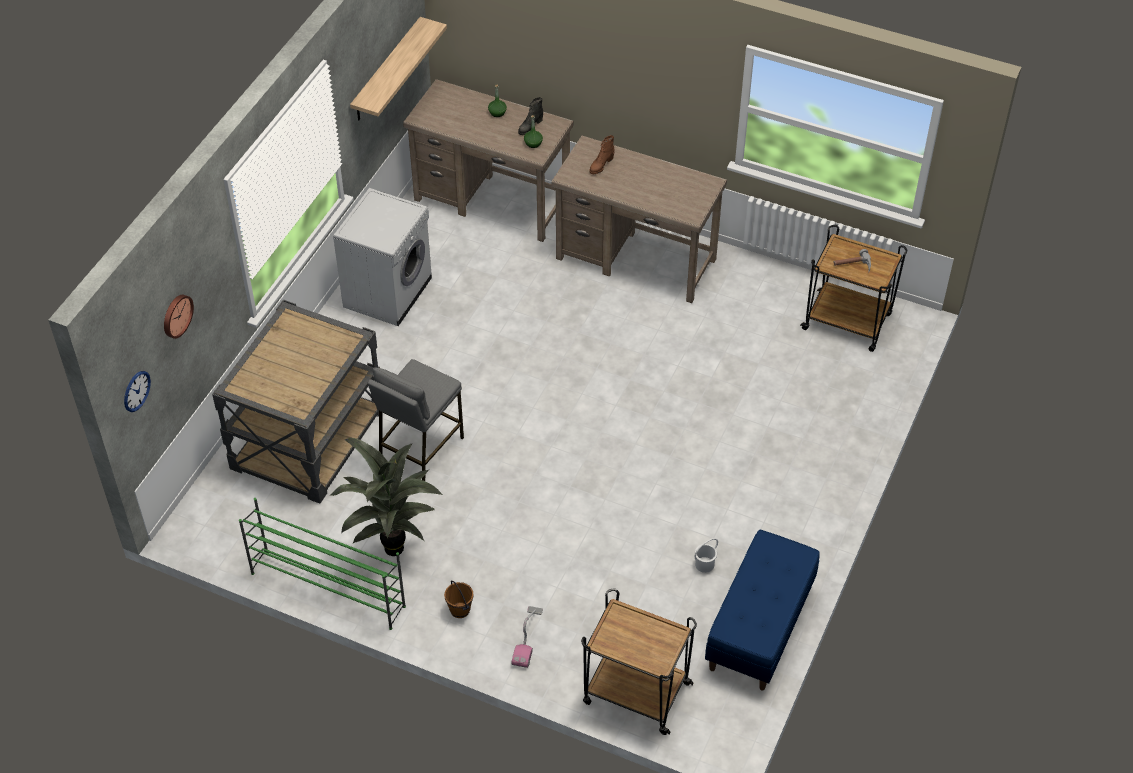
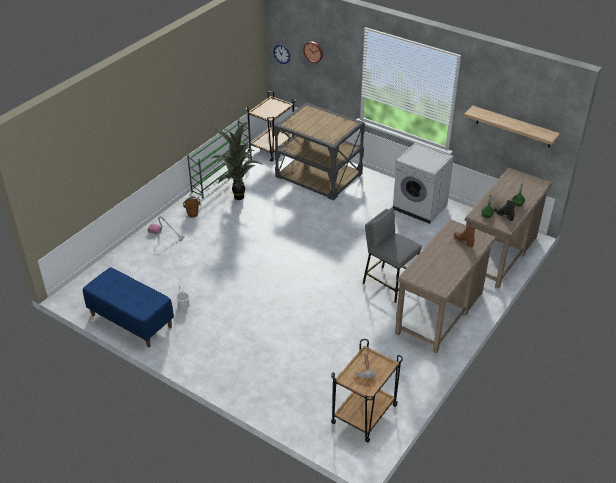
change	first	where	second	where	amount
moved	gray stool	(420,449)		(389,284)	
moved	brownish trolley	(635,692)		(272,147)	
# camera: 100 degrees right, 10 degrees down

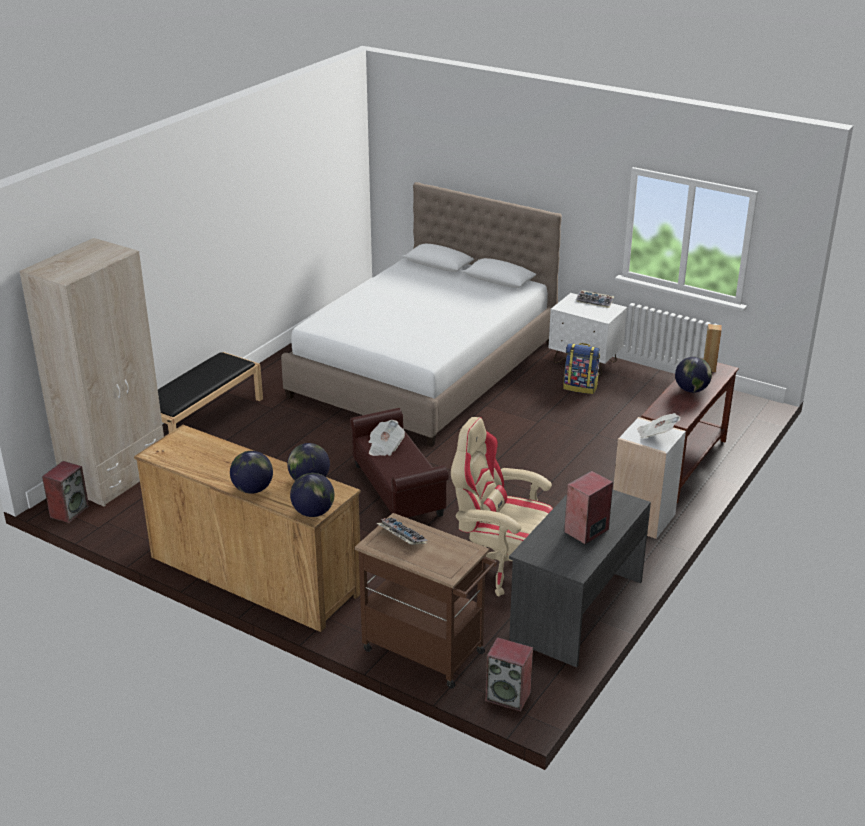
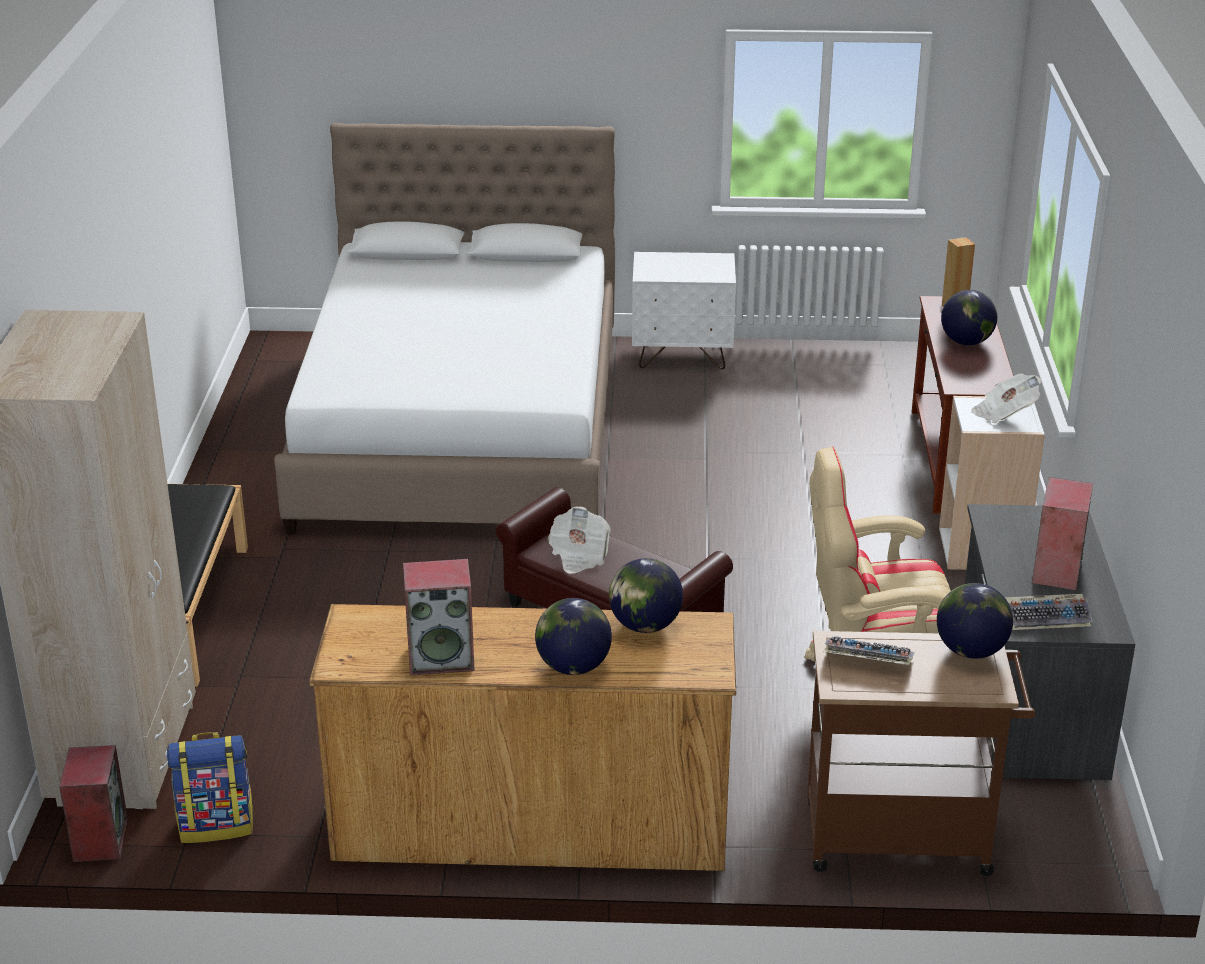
change	first	where	second	where	amount
moved	desk globe	(313,513)		(970,651)	
moved	audio speaker	(508,696)		(442,658)	
moved	backpack	(580,387)		(217,825)	
moved	PC keyboard	(595,302)		(1047,617)	
# camera: 30 degrees left, 0 degrees up

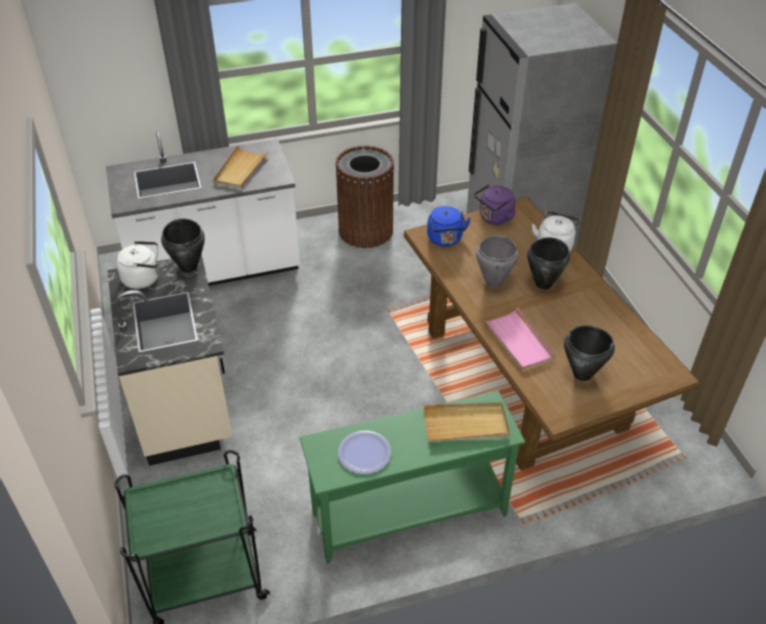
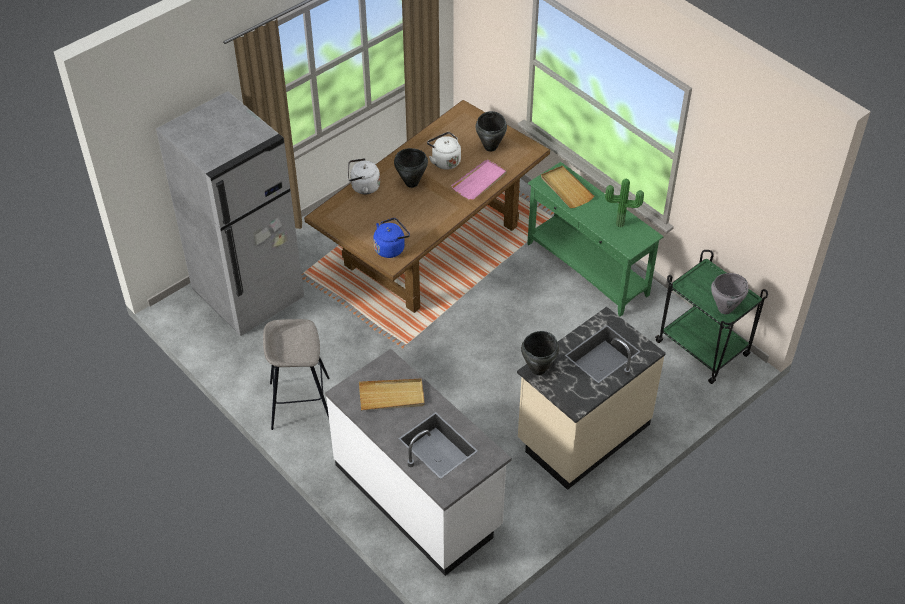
change	first	where	second	where	amount
removed	purple-coloured tea kettle	(494,218)			
moved	white tea kettle	(144,278)		(444,161)	
moved	gray saucepot	(493,282)		(725,309)	
replaced	brownish trash can	(366,231)	gray stool	(300,403)	
replaced	dinner plate	(364,453)	plant in a pot	(620,225)	
# camera: 115 degrees left, 5 degrees up

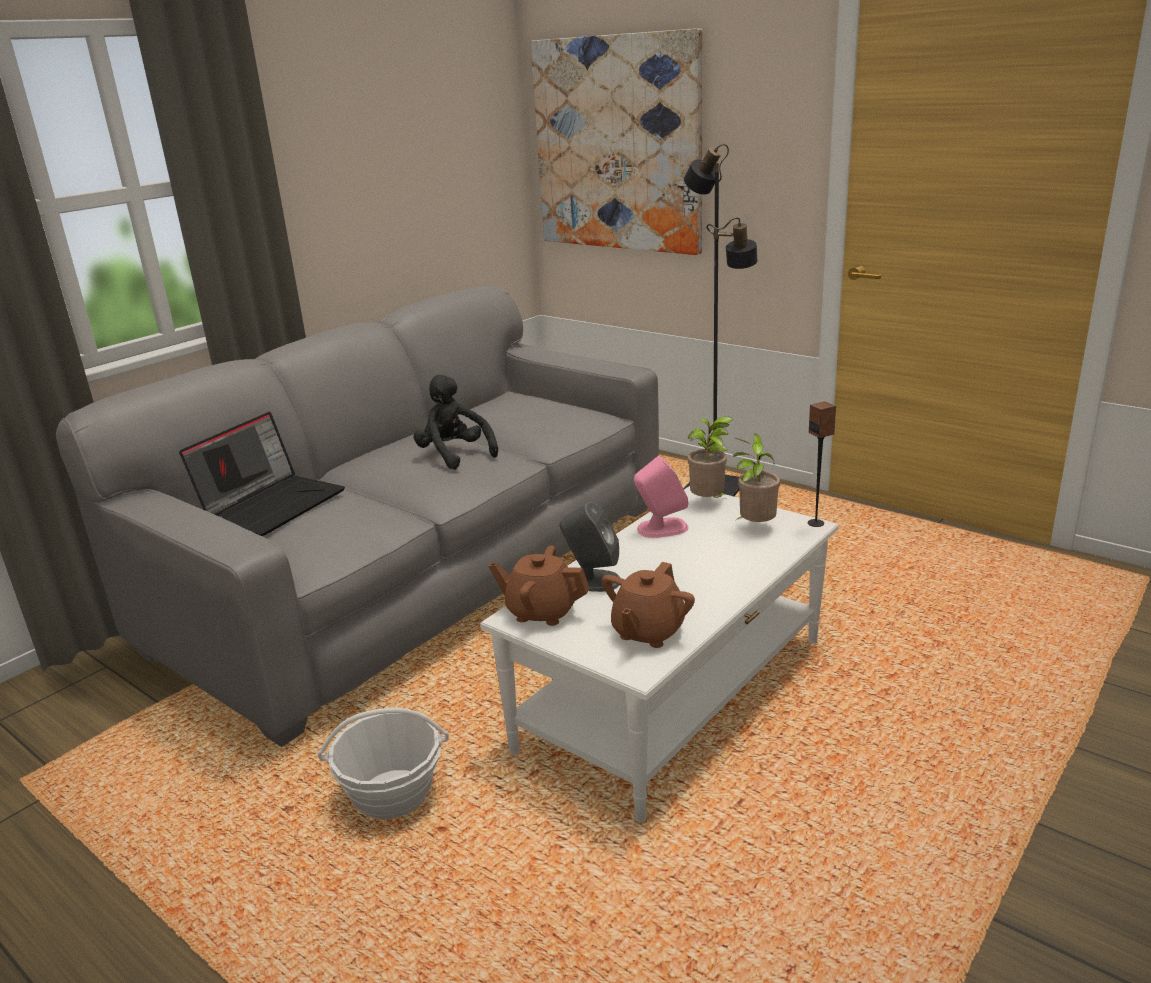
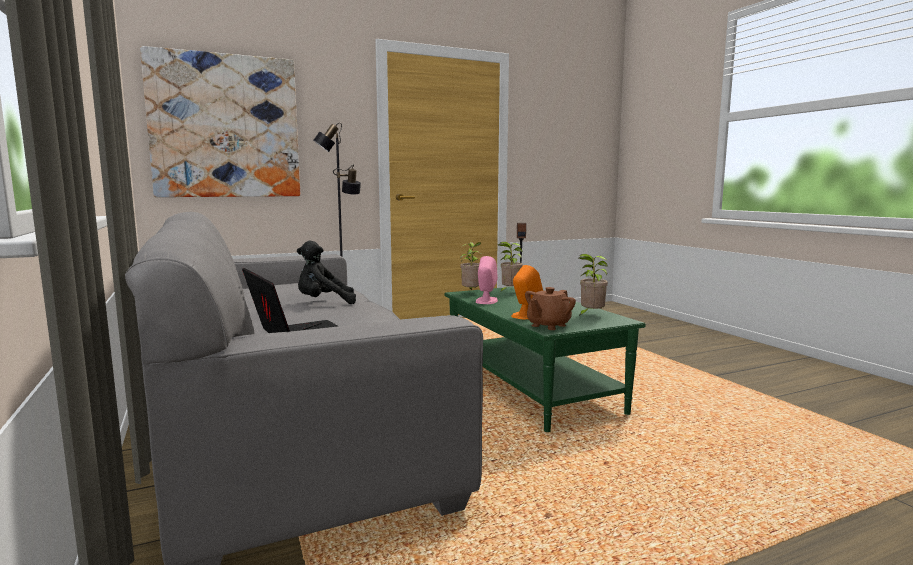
change	first	where	second	where	amount
removed	basket	(393,795)			
replaced	brownish teapot	(647,632)	plant in a pot	(590,315)	
recoloured	white low table	(675,693)	green-coloured low table	(529,387)	
recoloured	gray audio speaker	(592,580)	orange audio speaker	(526,315)	
# camera: 65 degrees left, 15 degrees down

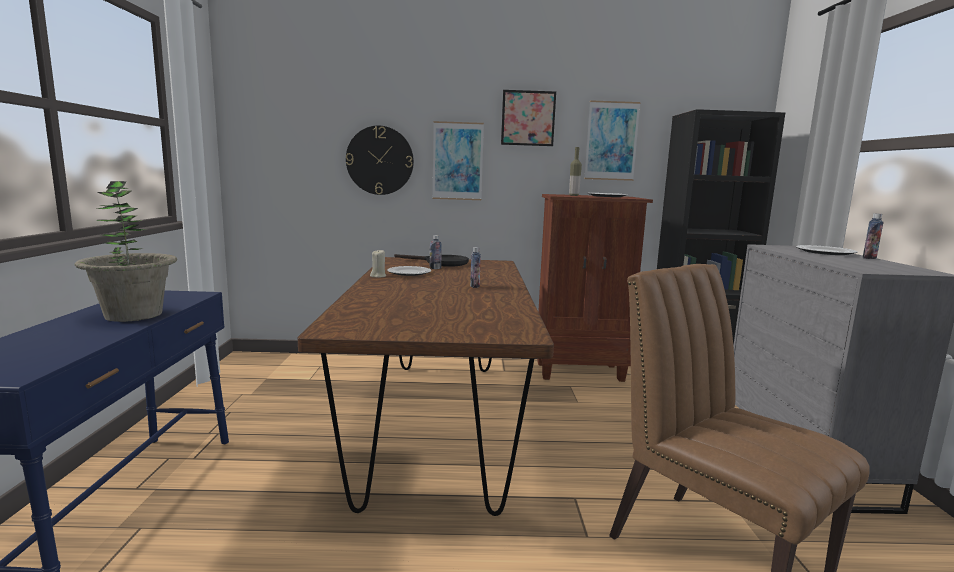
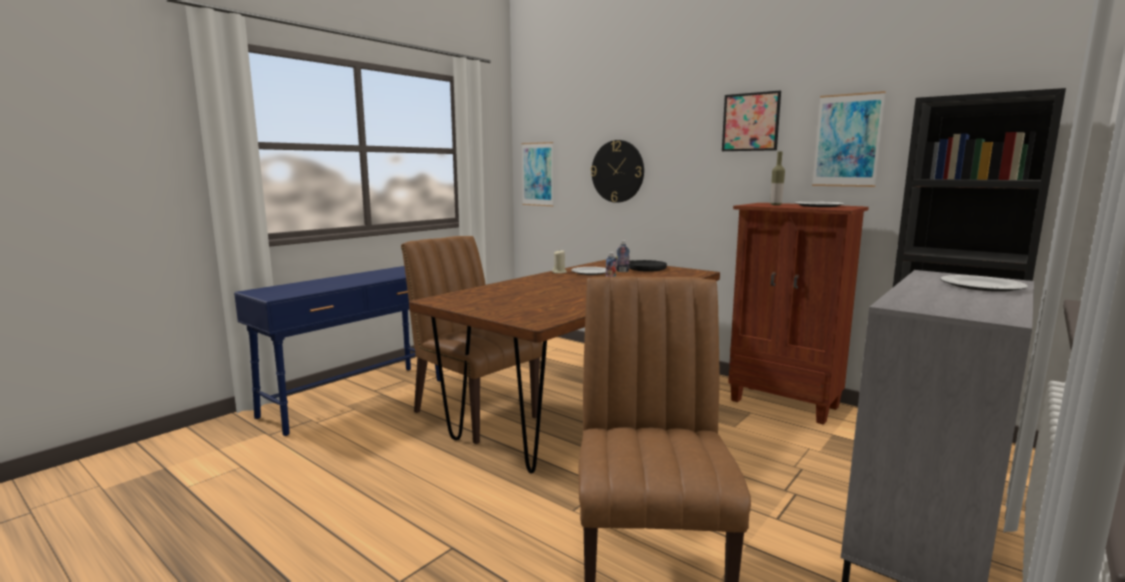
change	first	where	second	where	amount
removed	plant in a pot	(133,315)			
removed	beverage bottle	(869,258)			
added			brownish upright chair	(475,415)	
moved	wall picture	(457,161)		(537,174)	
# camera: 40 degrees right, 0 degrees up

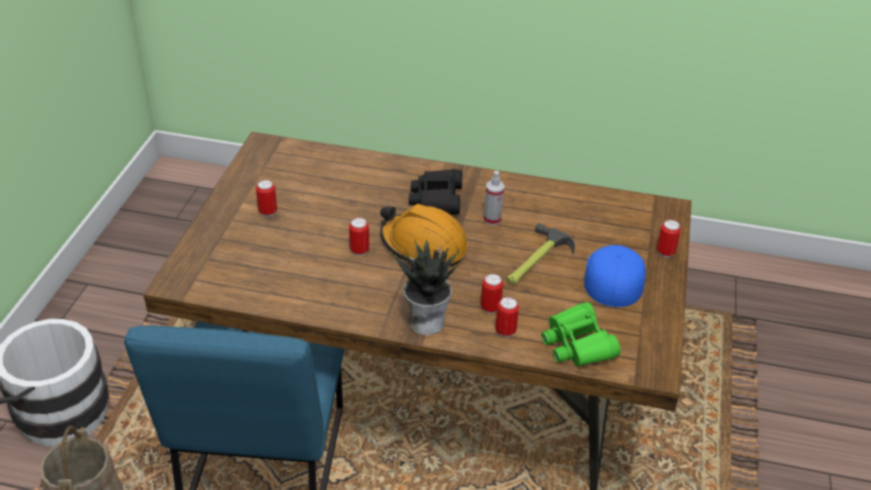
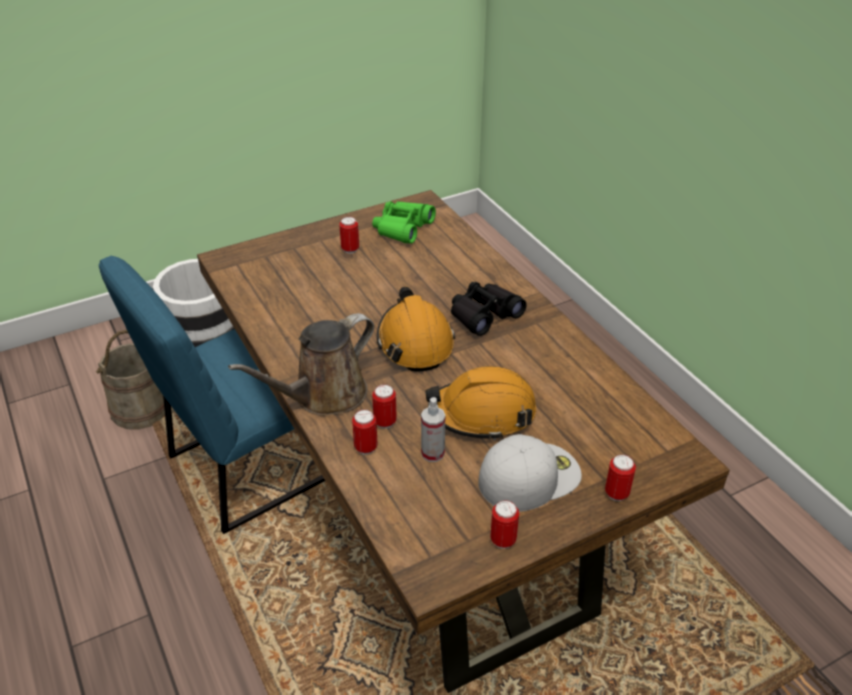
change	first	where	second	where	amount
moved	sealed can	(359,250)		(503,540)	
moved	sprayer	(492,219)		(432,453)	
moved	green-coloured field glasses	(577,344)		(403,228)	
replaced	plant in a pot	(426,321)	brownish watering can	(324,396)	
replaced	tool hammer	(535,260)	orange hard hat	(482,413)	
recoloured	blue peaked cap	(613,276)	white peaked cap	(529,476)	
# camera: 50 degrees right, 0 degrees up

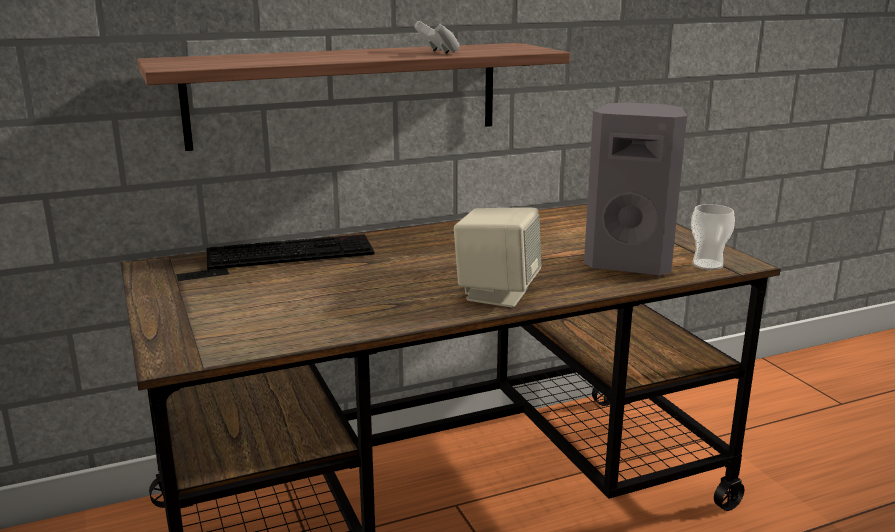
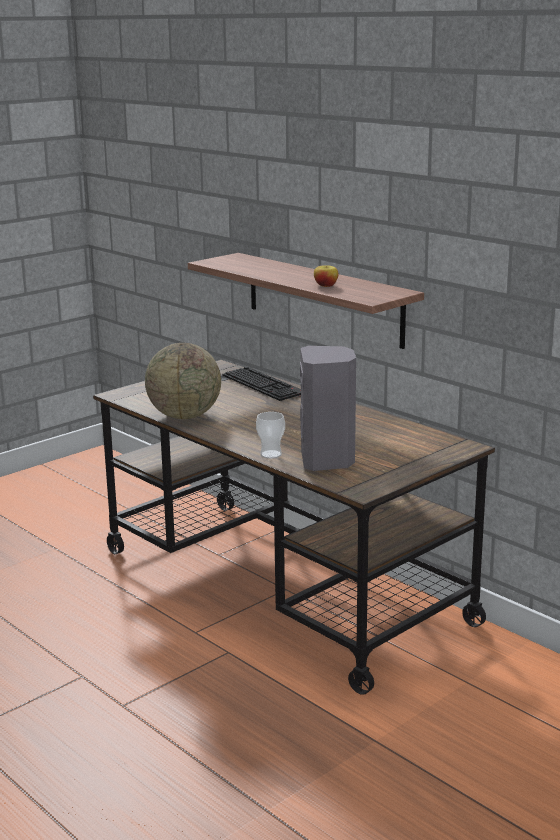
change	first	where	second	where	amount
removed	beige-coloured audio speaker	(497,293)			
added			desk globe	(184,416)	
moved	cup	(707,264)		(271,454)	
replaced	white joypad	(438,52)	apple fruit	(326,285)	
# camera: 70 degrees right, 0 degrees up

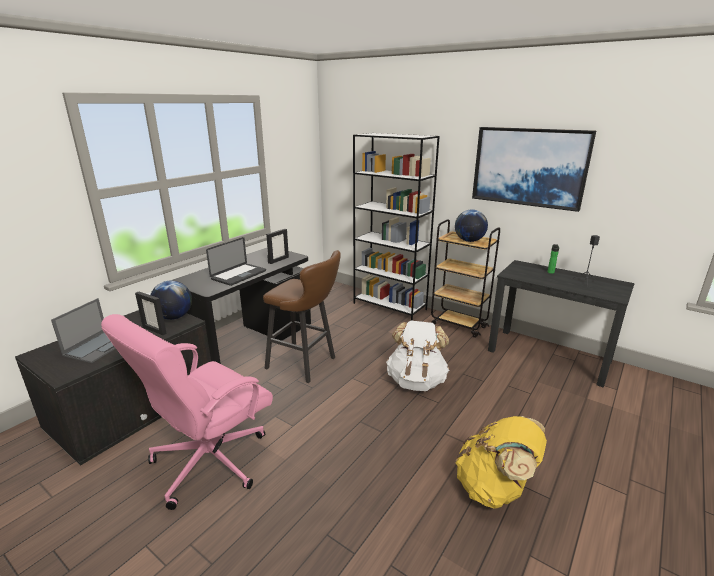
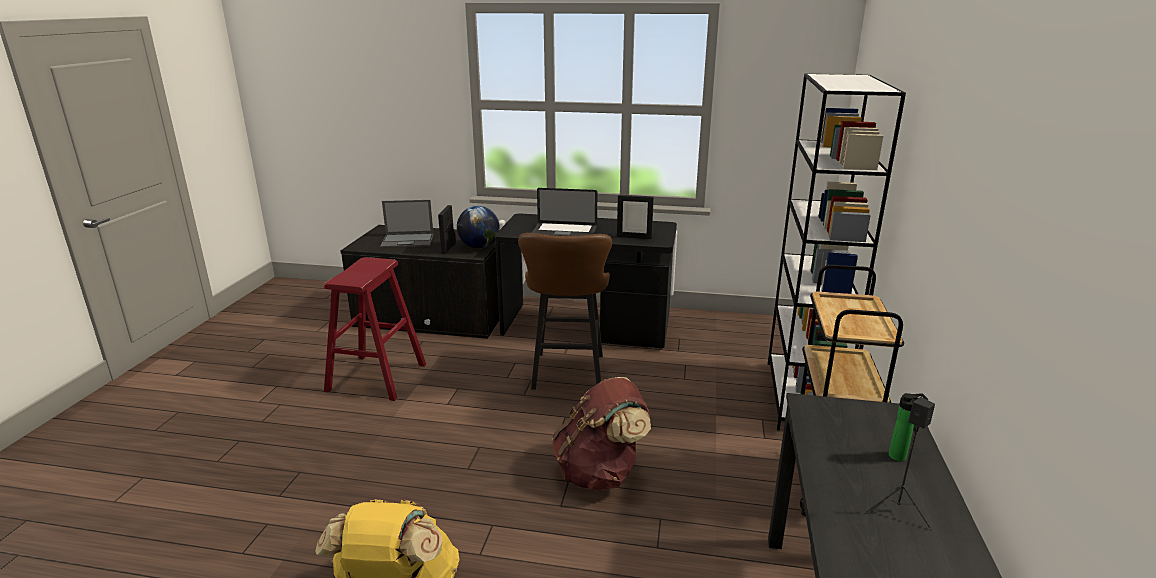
change	first	where	second	where	amount
removed	desk globe	(469,241)			
removed	wall picture	(529,167)			
replaced	pink office chair	(210,460)	reddish stool	(376,377)	
recoloured	white backpack	(416,381)	brownish backpack	(600,473)	
# camera: 65 degrees right, 0 degrees up

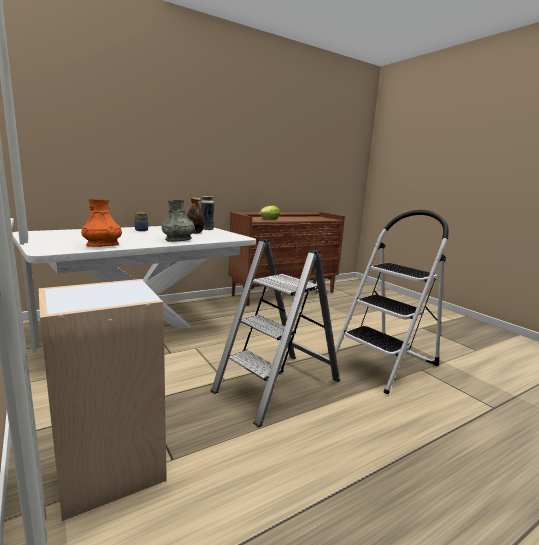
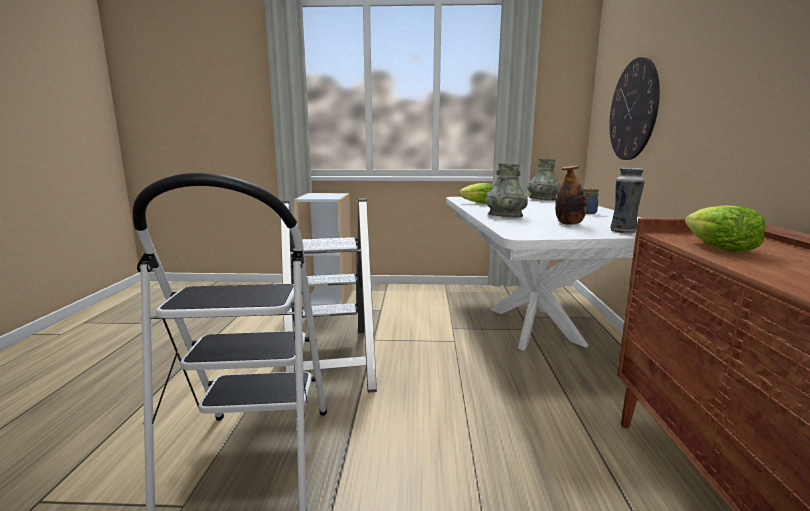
change	first	where	second	where	amount
added			gray decorative vase	(542,199)	
added			wall clock	(633,110)	
replaced	orange decorative vase	(103,245)	lettuce	(478,203)	
# camera: 125 degrees right, 0 degrees up

